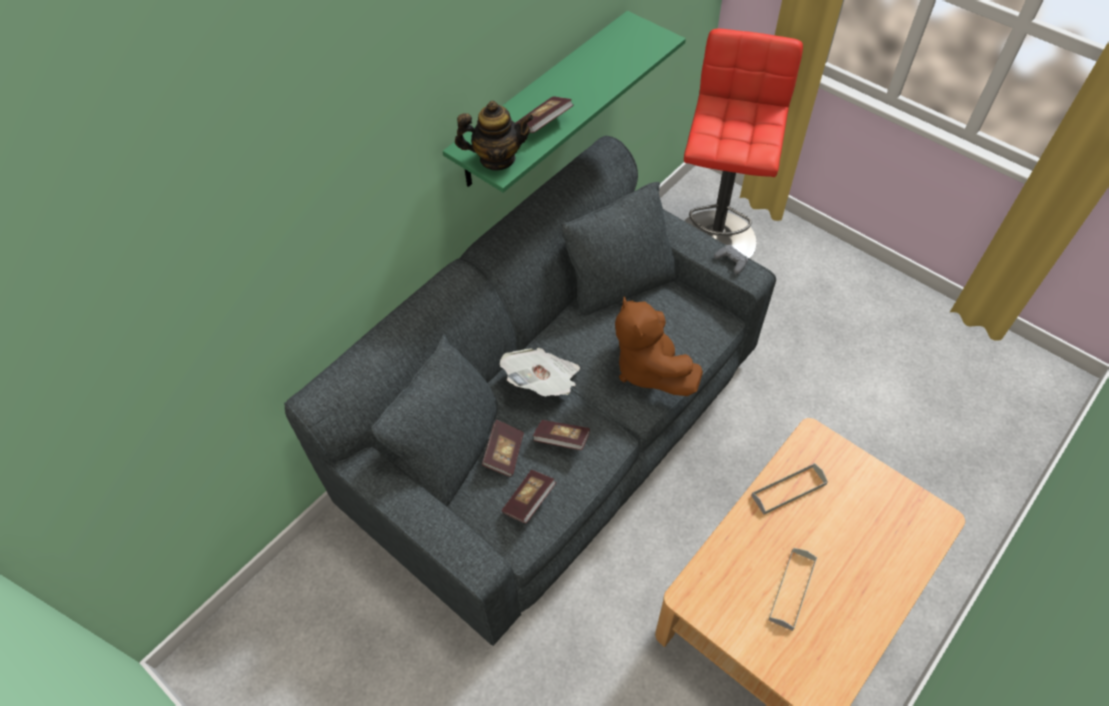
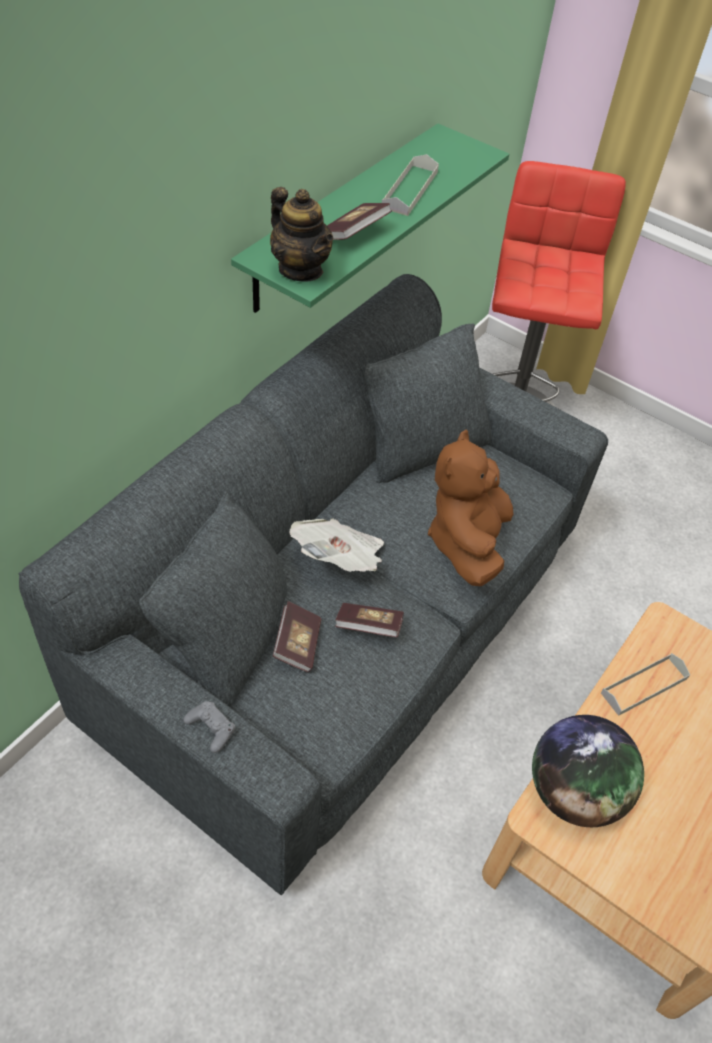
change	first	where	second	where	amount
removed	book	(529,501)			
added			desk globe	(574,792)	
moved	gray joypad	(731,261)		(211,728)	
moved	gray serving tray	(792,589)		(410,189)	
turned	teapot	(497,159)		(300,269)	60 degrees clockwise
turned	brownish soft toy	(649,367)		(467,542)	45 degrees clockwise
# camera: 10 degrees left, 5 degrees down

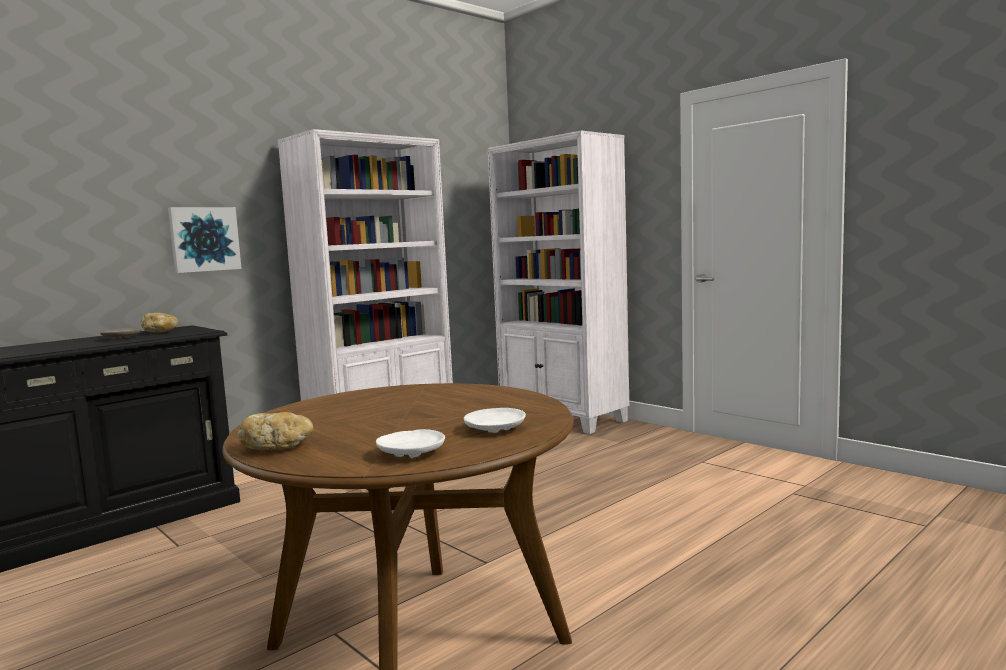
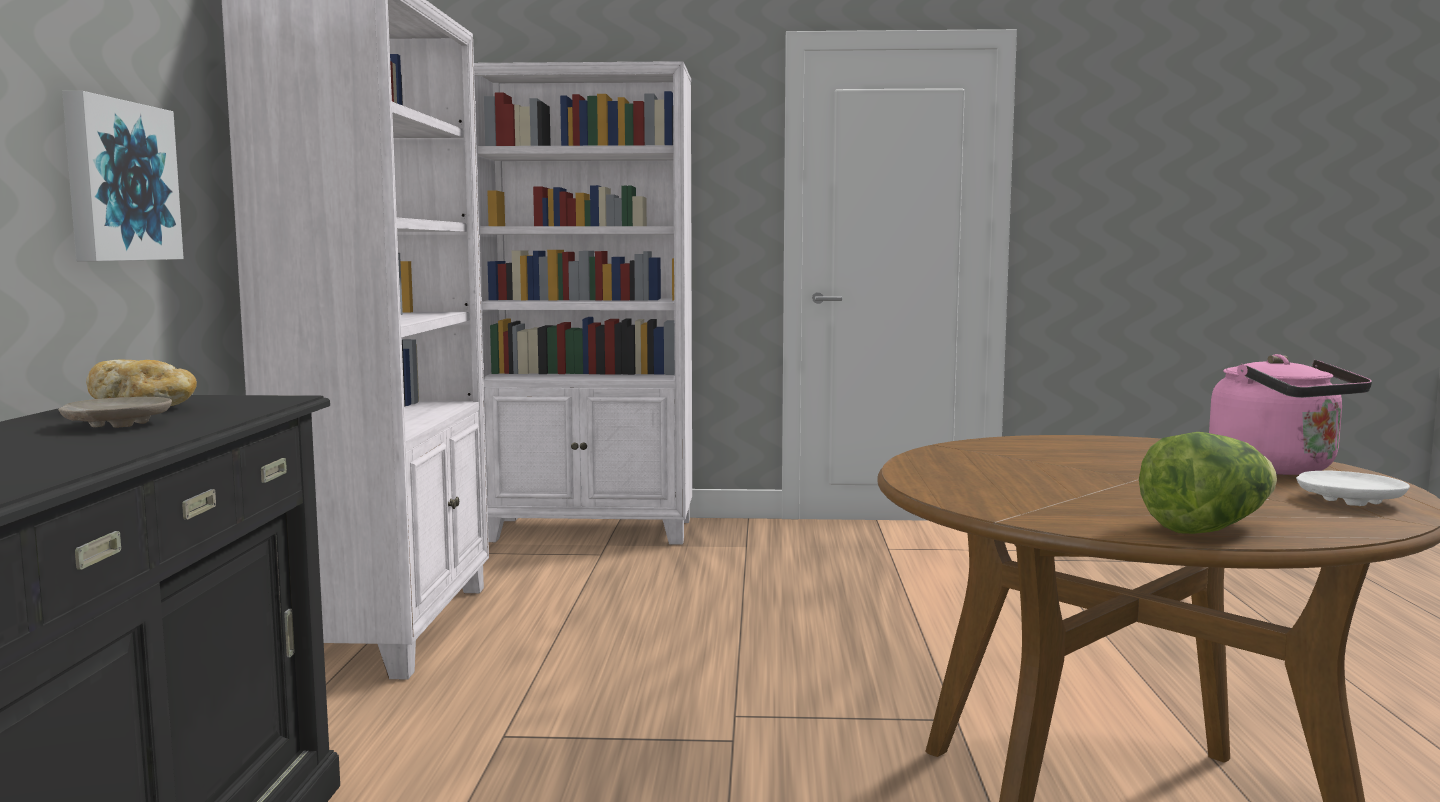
change	first	where	second	where	amount
replaced	bread	(277,447)	lettuce	(1207,528)	
replaced	white dinner plate	(494,429)	pink tea kettle	(1279,469)	
# camera: 45 degrees left, 0 degrees up

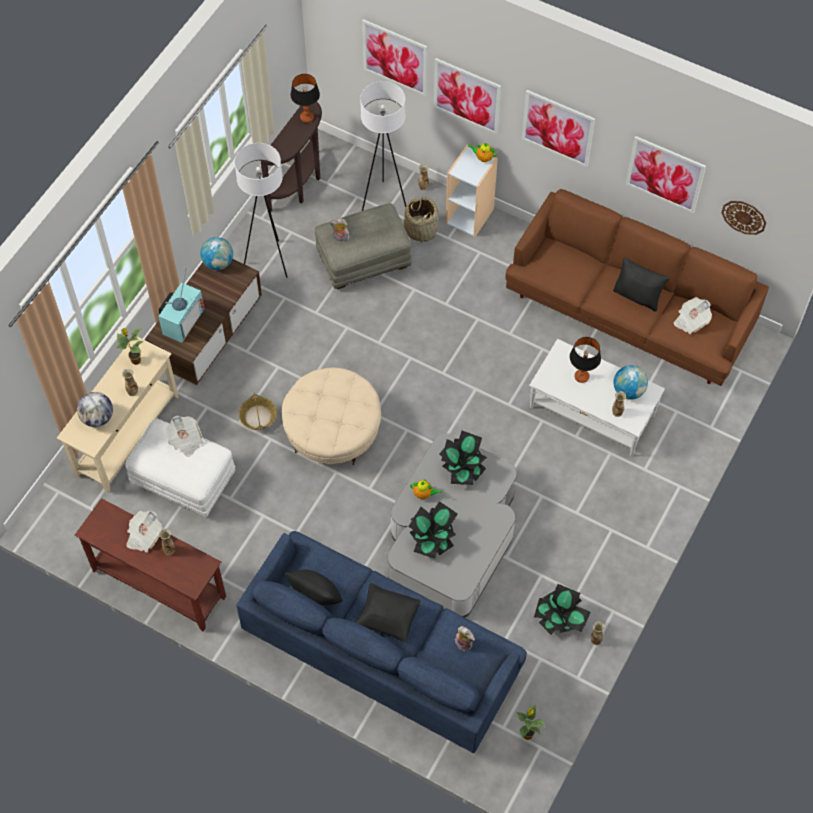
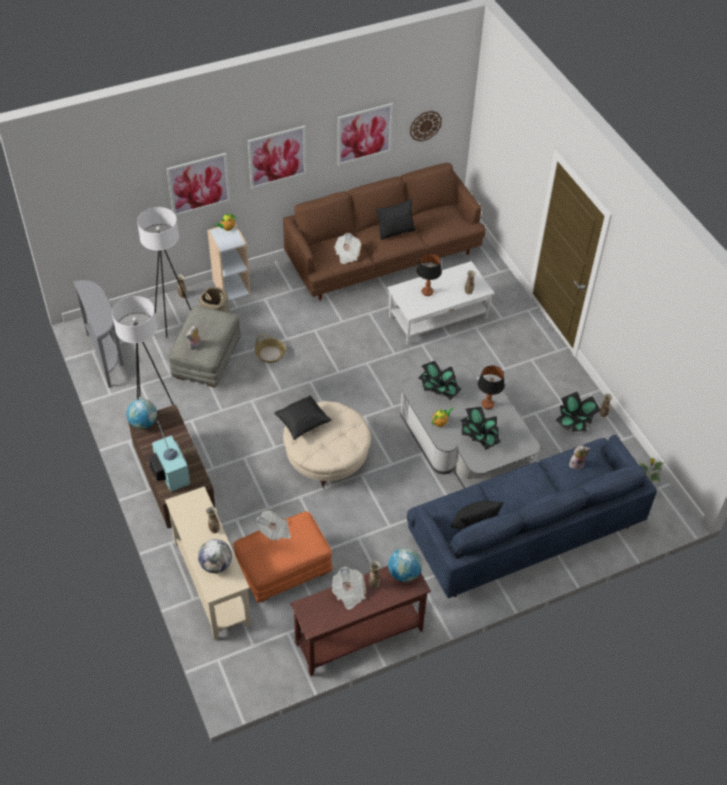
change	first	where	second	where	amount
removed	plant in a pot	(135,360)			
removed	wall picture	(395,57)			
moved	basket	(258,417)		(270,354)	
moved	tabletop lamp	(307,117)		(487,405)	
moved	blackish cushion	(387,618)		(302,424)	
moved	desk globe	(628,391)		(404,573)	
moved	daily paper	(691,321)		(347,254)	
recoloured	white footrest	(184,479)	orange footrest	(284,569)	
recoloured	brownish console table	(300,185)	gray console table	(107,357)	
# camera: 55 degrees left, 10 degrees down

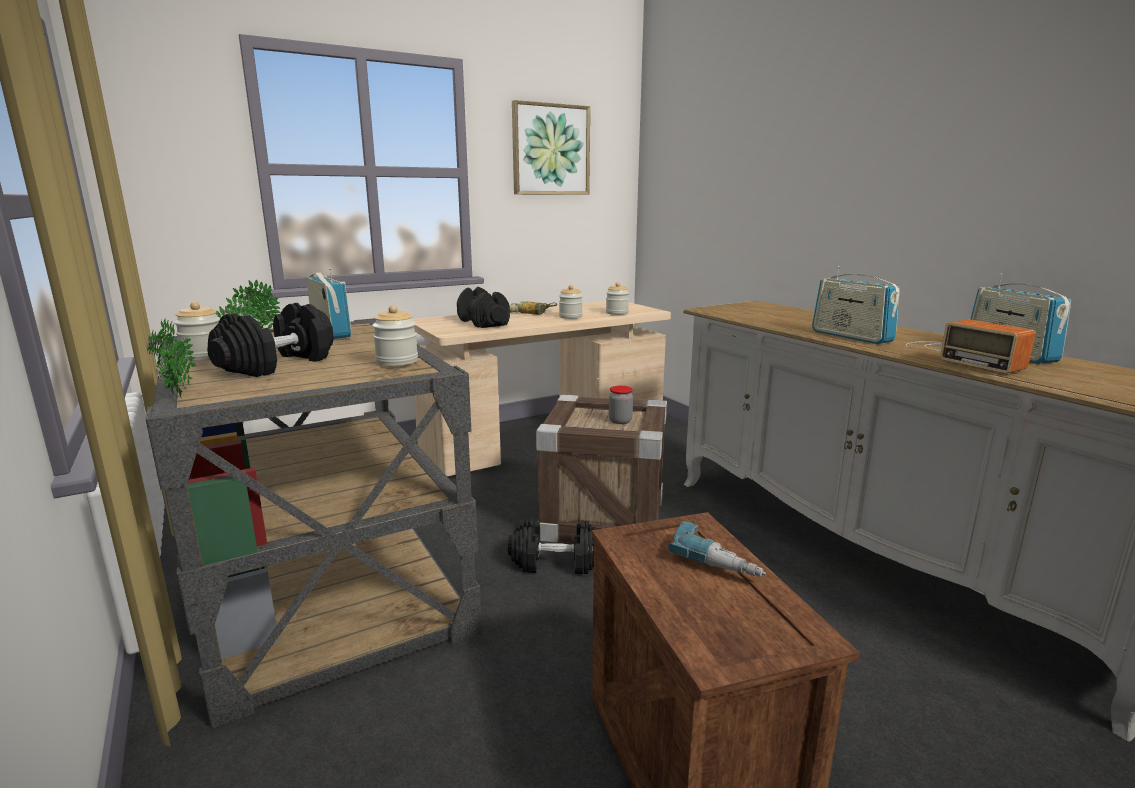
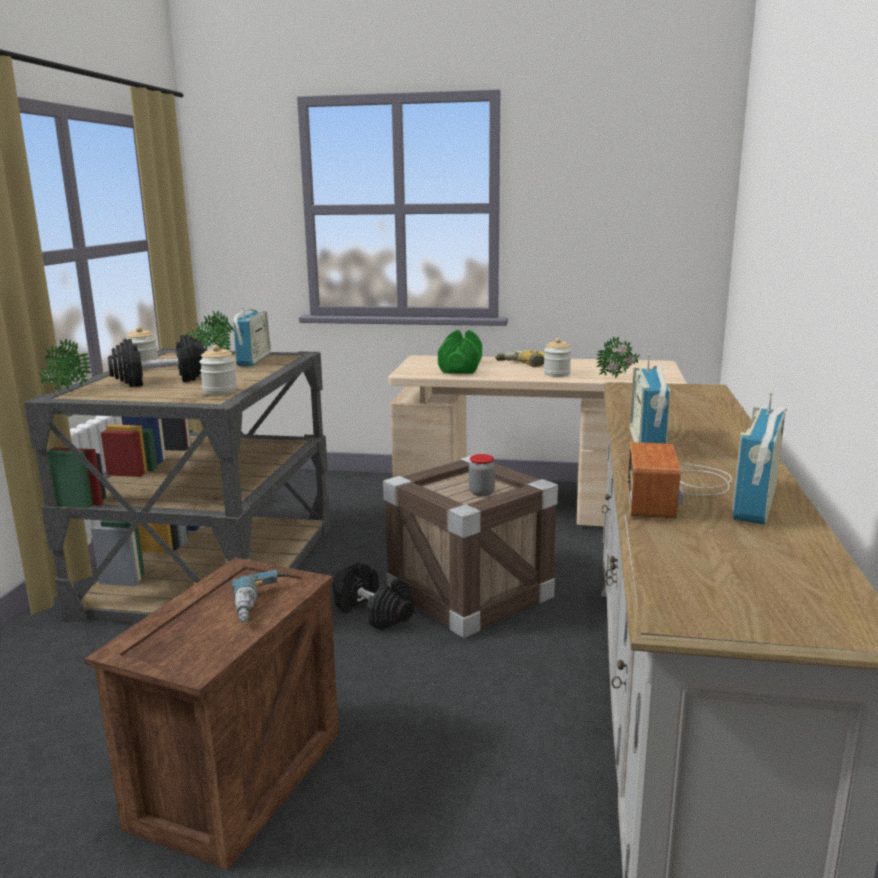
change	first	where	second	where	amount
removed	wall picture	(550,150)			
replaced	storage jar	(617,313)	plant in a pot	(618,377)	
recoloured	blackish dumbbell	(482,322)	green-coloured dumbbell	(460,368)	
# camera: 40 degrees right, 0 degrees up

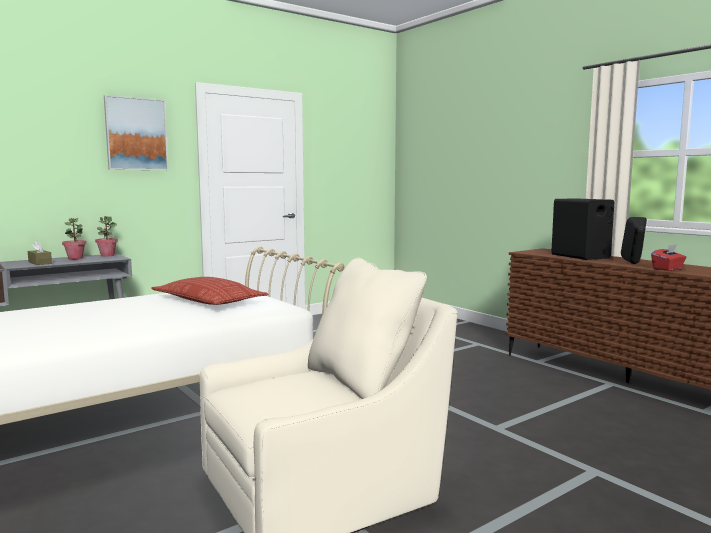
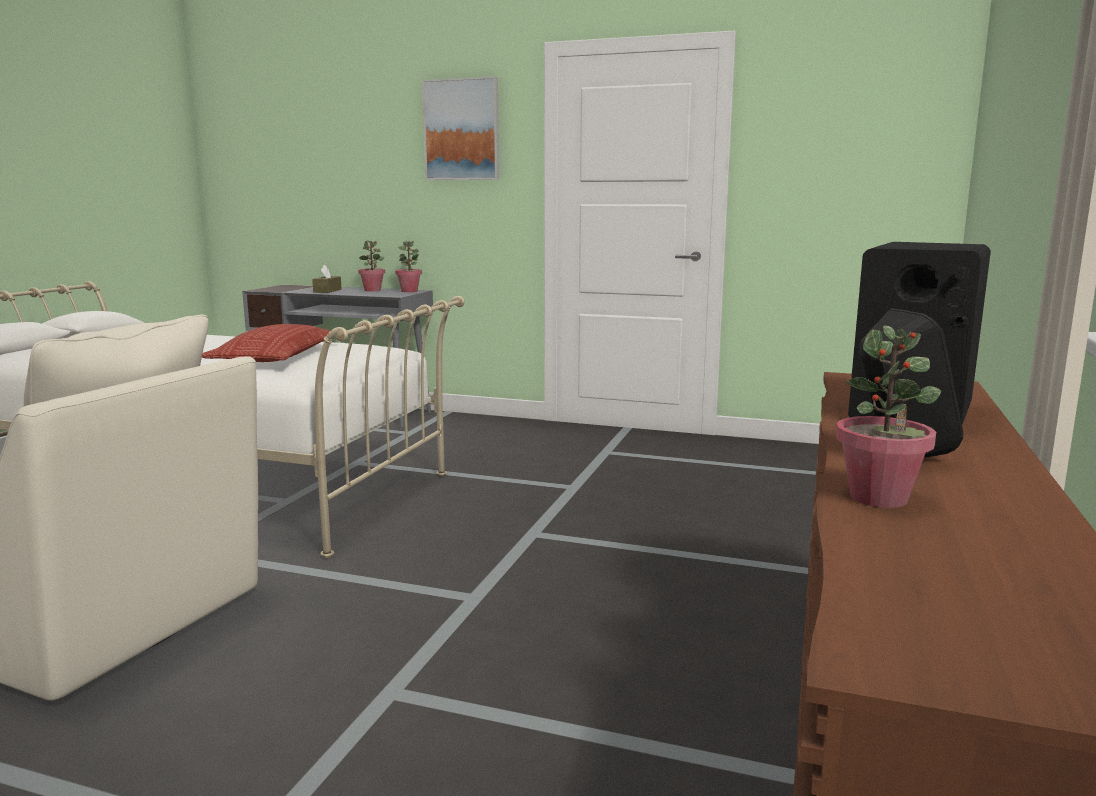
change	first	where	second	where	amount
replaced	reddish tissue holder	(668,269)	plant in a pot	(879,498)	
# camera: 55 degrees right, 5 degrees up

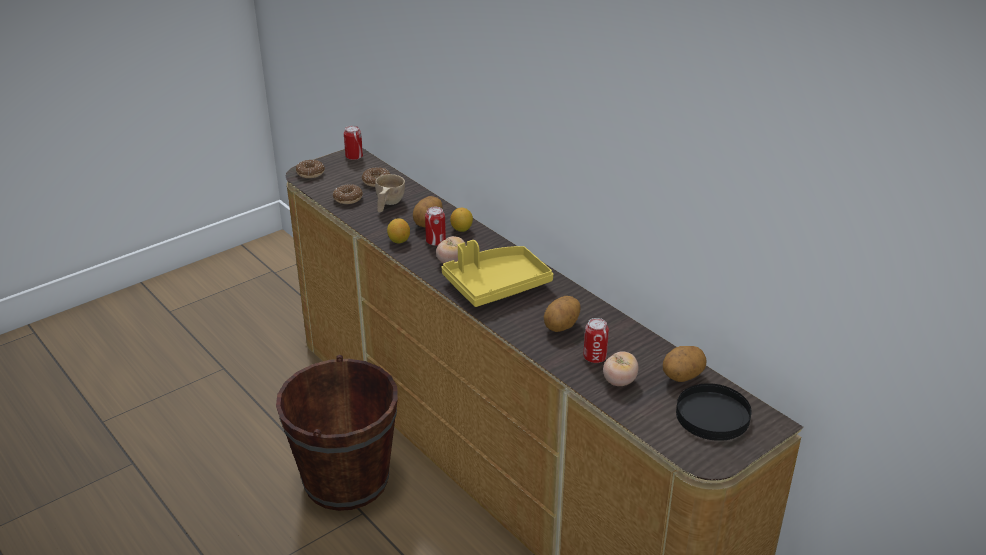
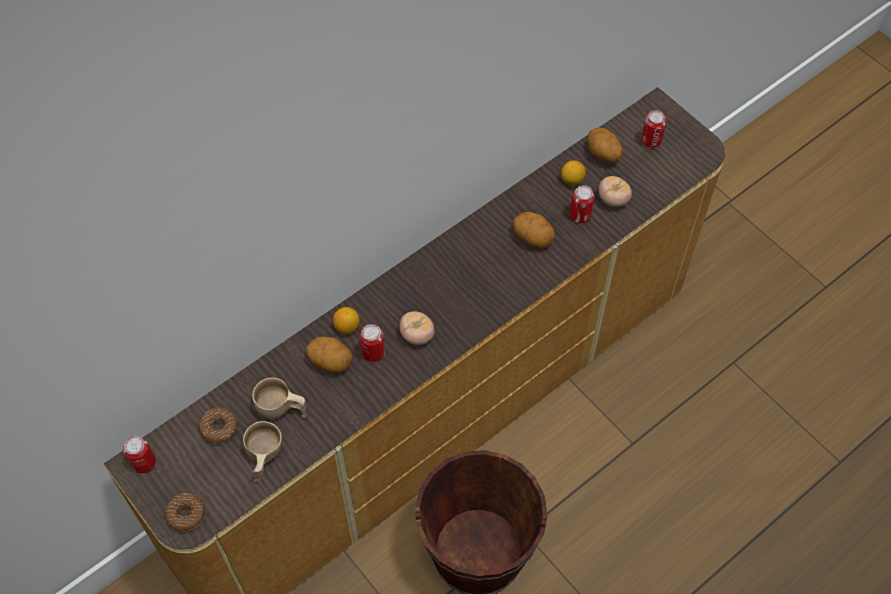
change	first	where	second	where	amount
removed	yellow serving tray	(496,285)			
moved	citrus fruit	(399,241)		(572,180)	
replaced	donut	(348,199)	beige-coloured cup	(263,458)	
replaced	blackish dinner plate	(712,415)	sealed can	(651,141)	
# camera: 90 degrees left, 25 degrees up

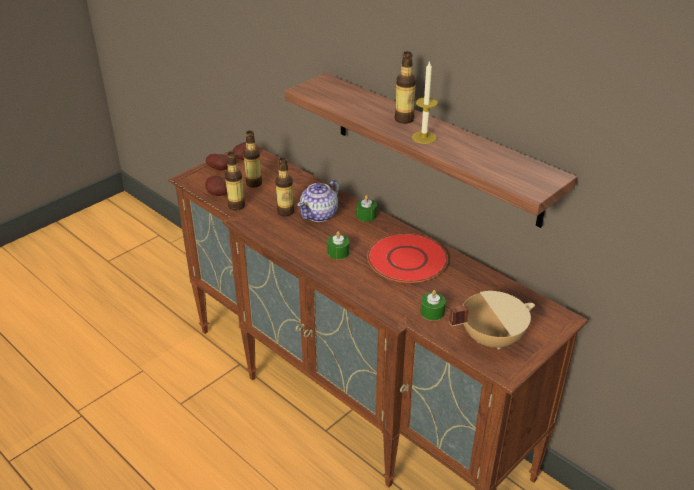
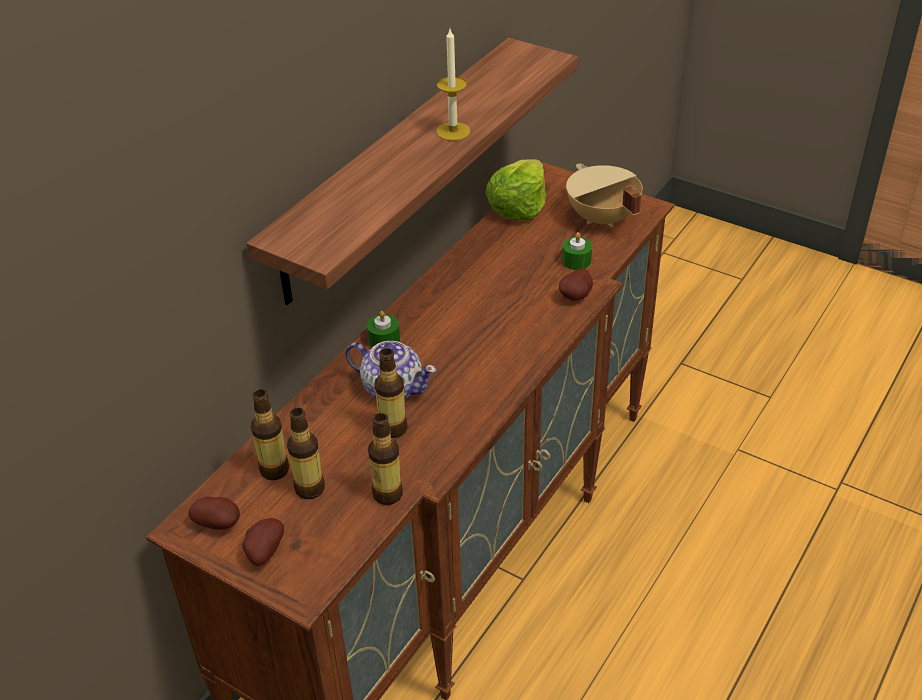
change	first	where	second	where	amount
removed	green-coloured candle	(338,252)			
removed	reddish dinner plate	(407,259)			
added			lettuce	(518,207)	
moved	potato	(216,194)		(577,296)	
moved	beverage bottle	(404,119)		(274,470)	
# camera: 100 degrees left, 5 degrees up

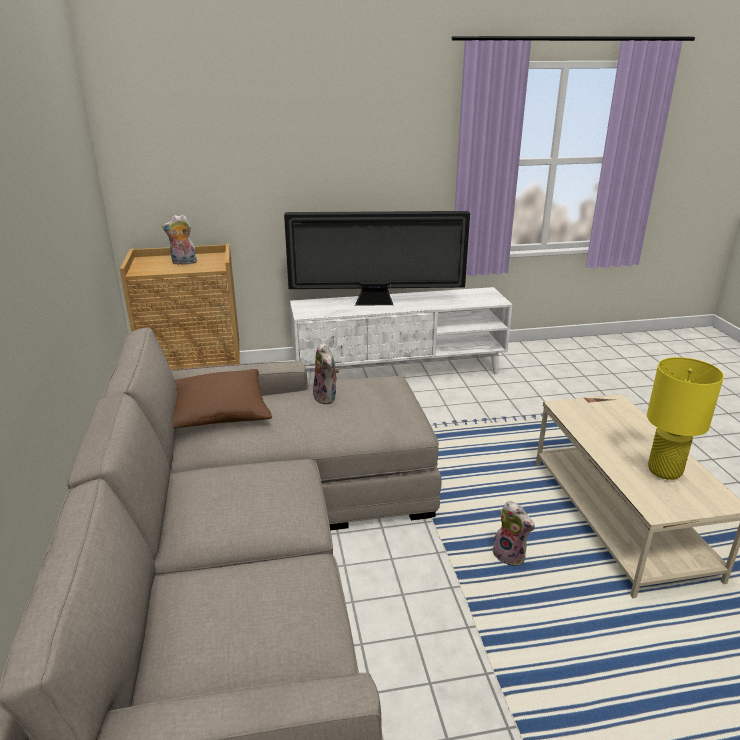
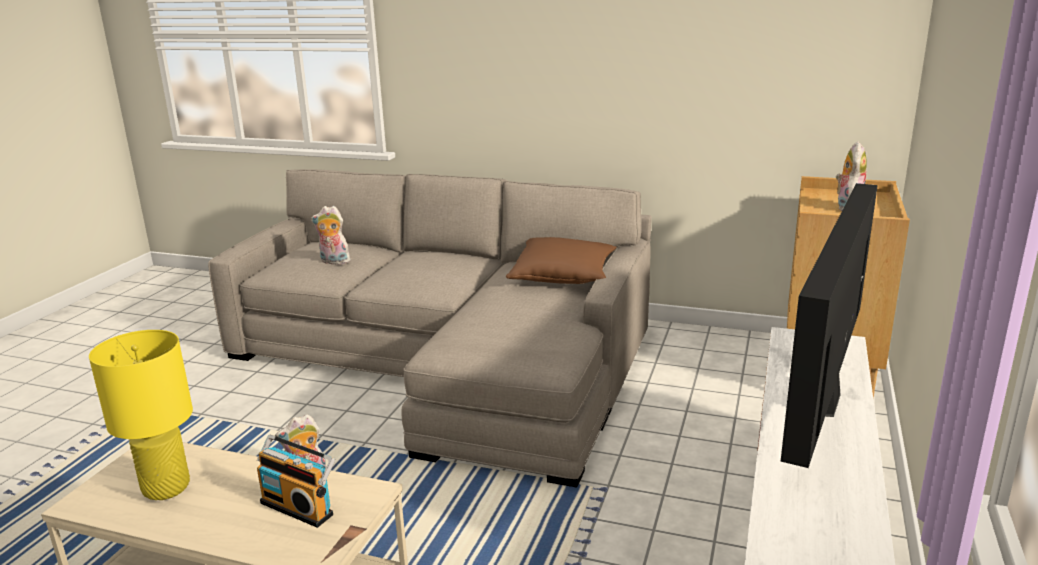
change	first	where	second	where	amount
added			radio	(299,507)	
moved	soft toy	(327,398)		(333,262)	
# camera: 120 degrees right, 5 degrees down

